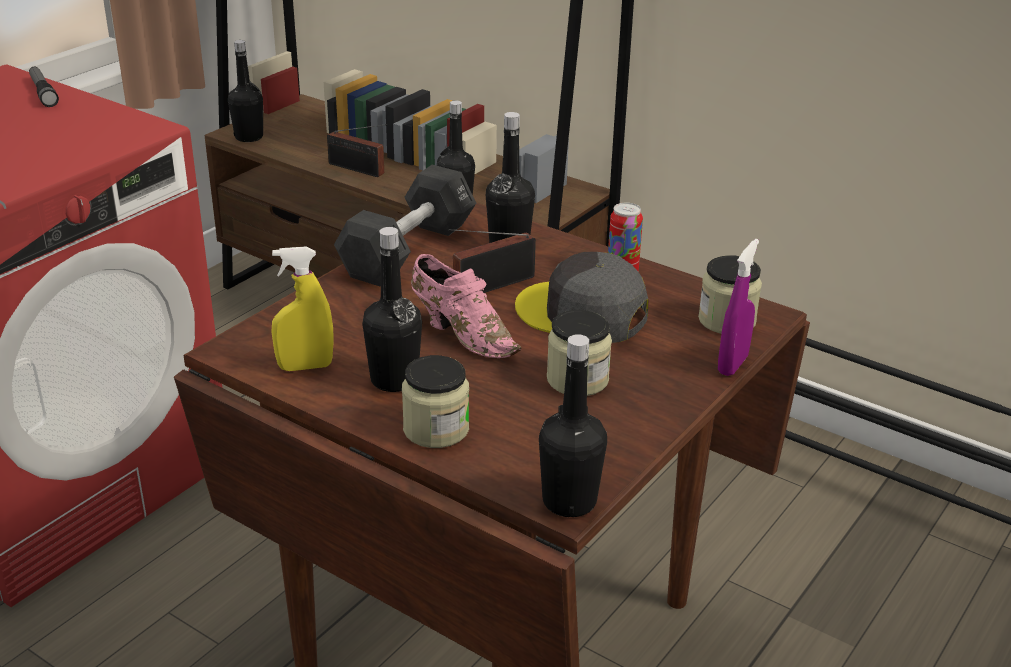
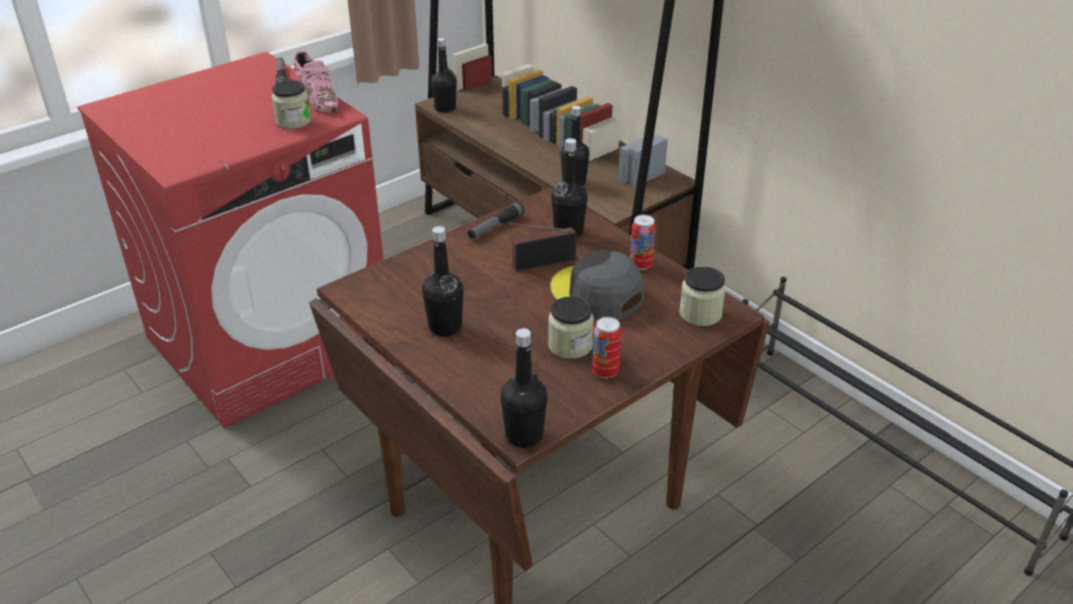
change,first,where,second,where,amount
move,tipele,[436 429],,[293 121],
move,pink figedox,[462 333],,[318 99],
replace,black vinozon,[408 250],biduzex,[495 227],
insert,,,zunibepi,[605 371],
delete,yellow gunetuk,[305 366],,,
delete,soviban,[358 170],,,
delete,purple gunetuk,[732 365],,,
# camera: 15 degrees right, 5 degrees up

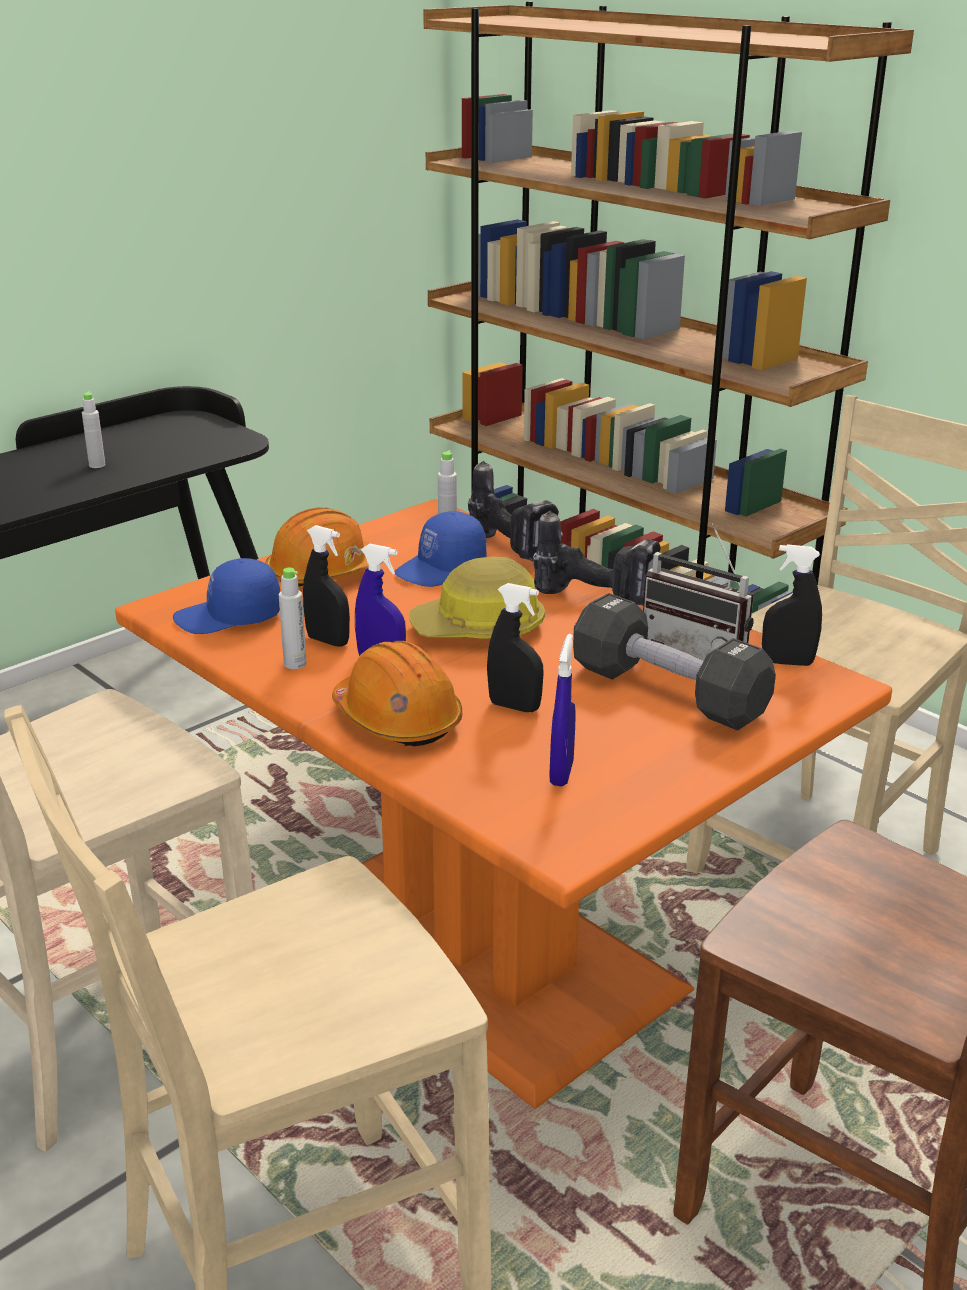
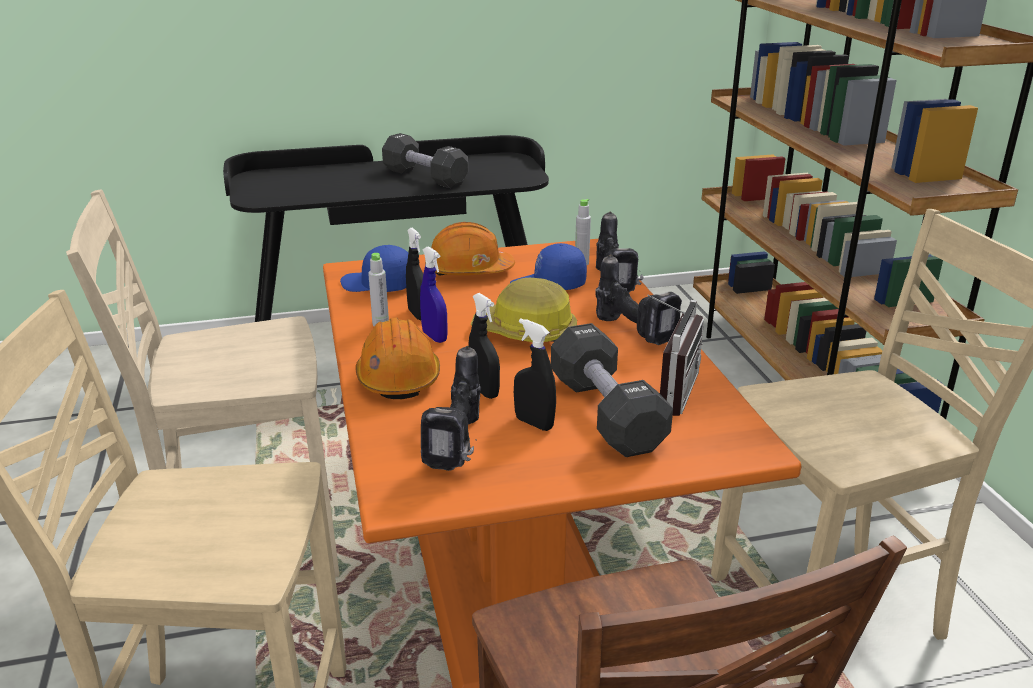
change,first,where,second,where,amount
replace,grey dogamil,[97 465],black vinozon,[425 177],
replace,blue gunetuk,[561 773],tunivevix,[460 447],
move,black gunetuk,[787 662],,[534 423],
rotate,soviban,[700 652],,[667 391],135 degrees counterclockwise
# camera: 30 degrees right, 0 degrees up

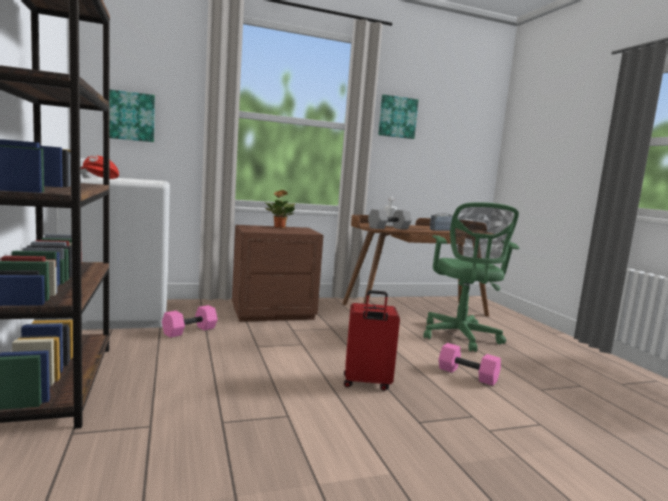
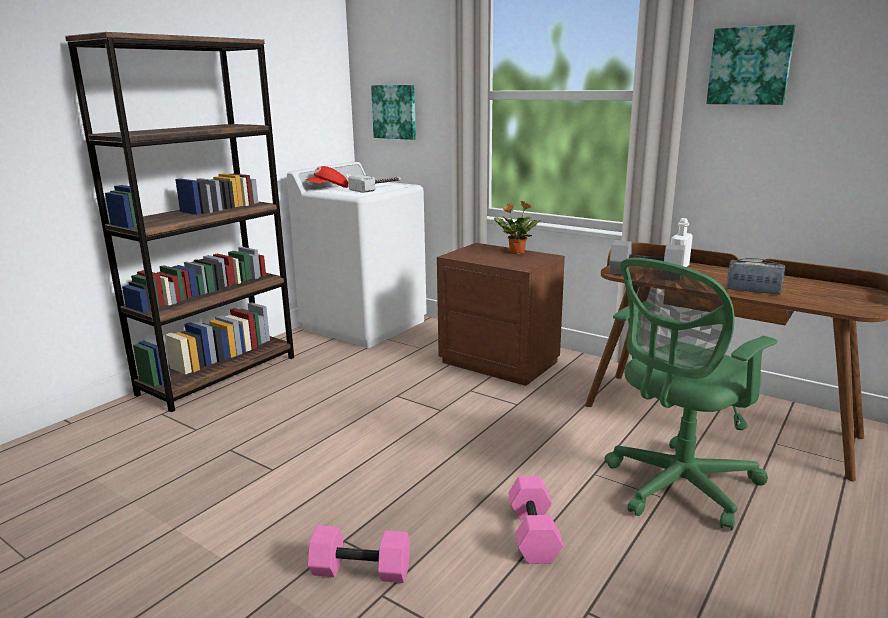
change,first,where,second,where,amount
move,pink vinozon,[189 330],,[362 570],
insert,,,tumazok,[377 188],
delete,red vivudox,[366 383],,,
# camera: 55 degrees right, 10 degrees up

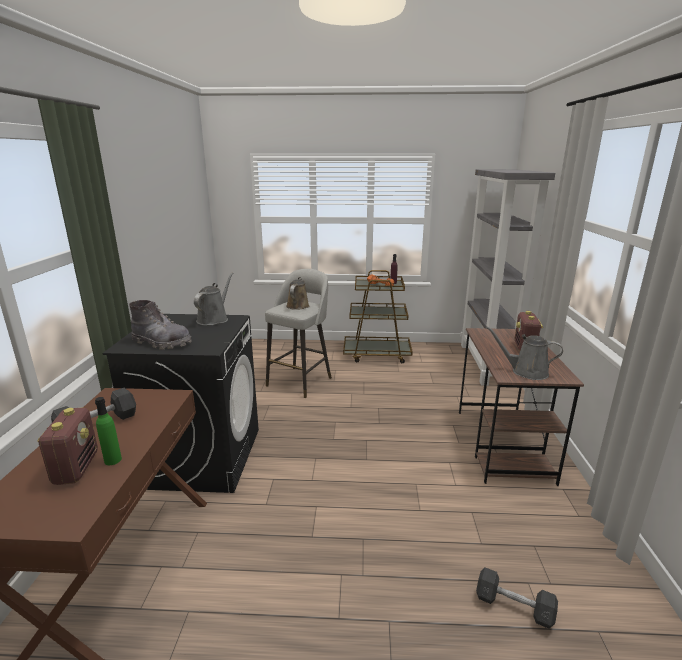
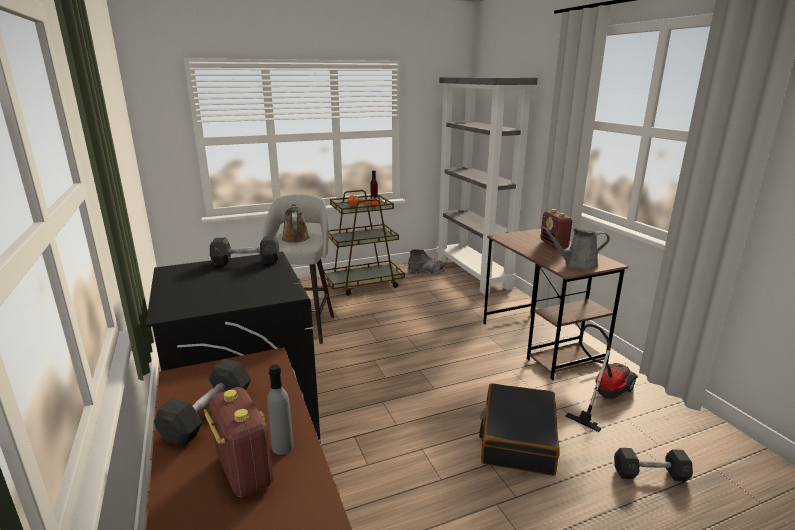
change,first,where,second,where,amount
replace,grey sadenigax,[214 319],grey vinozon,[246 262],
recolor,green dogamil,[113 460],grey dogamil,[282 447],
move,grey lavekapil,[162 342],,[426 272],
insert,,,black vivudox,[517 439],
insert,,,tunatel,[602 395],
# camera: 25 degrees left, 0 degrees up

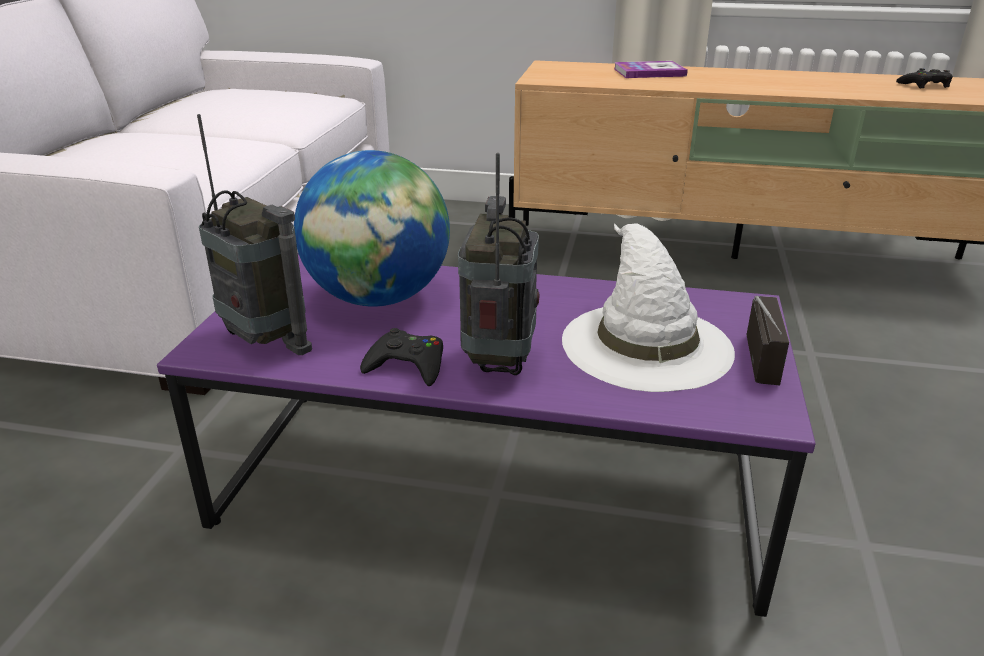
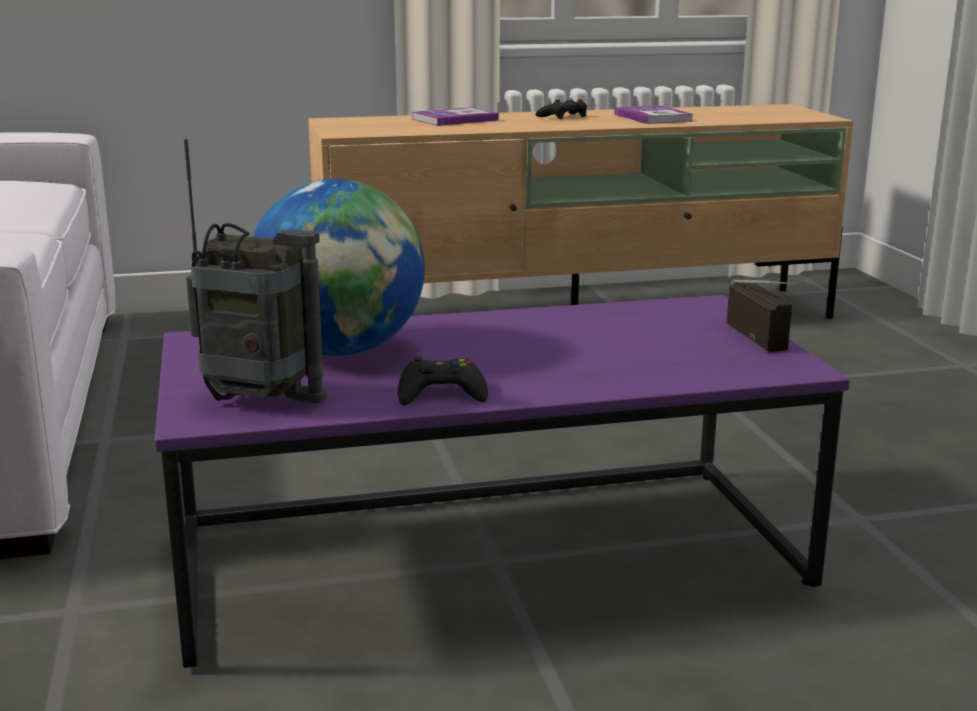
change,first,where,second,where,amount
move,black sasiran,[925 85],,[563 116],
insert,,,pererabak,[653 118],
delete,soviban,[499 361],,,
delete,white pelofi,[644 343],,,
# camera: 25 degrees left, 10 degrees down

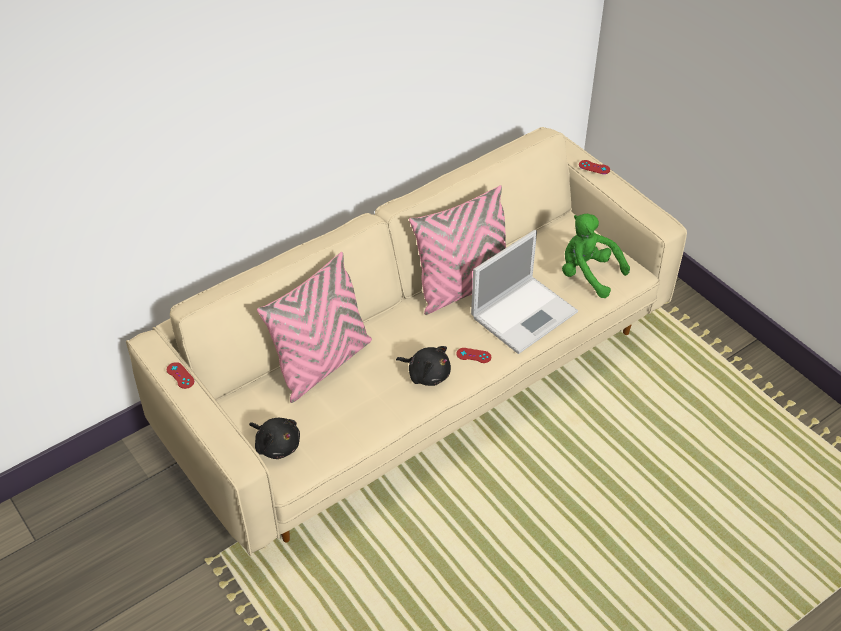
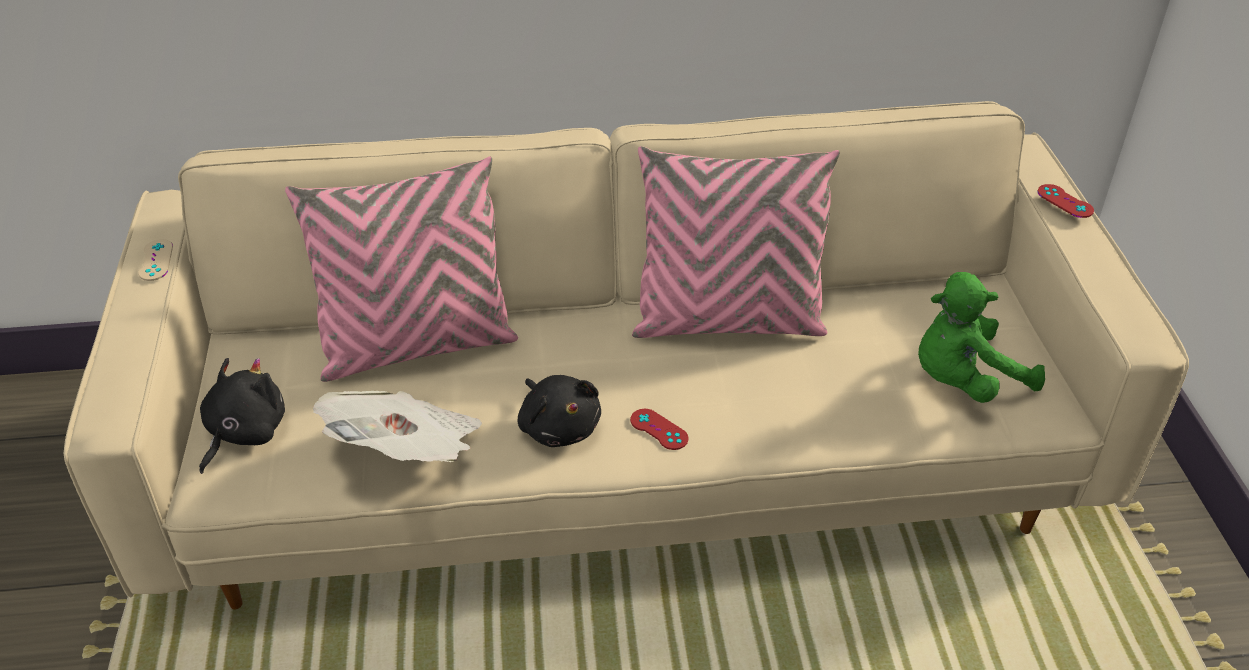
change,first,where,second,where,amount
recolor,red sasiran,[180 375],beige sasiran,[156 260],
rotate,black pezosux,[276 445],,[243 433],135 degrees counterclockwise
insert,,,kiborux,[408 452],
rotate,green pezosux,[588 274],,[963 380],90 degrees counterclockwise
delete,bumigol,[525 313],,,
# camera: 30 degrees right, 5 degrees down

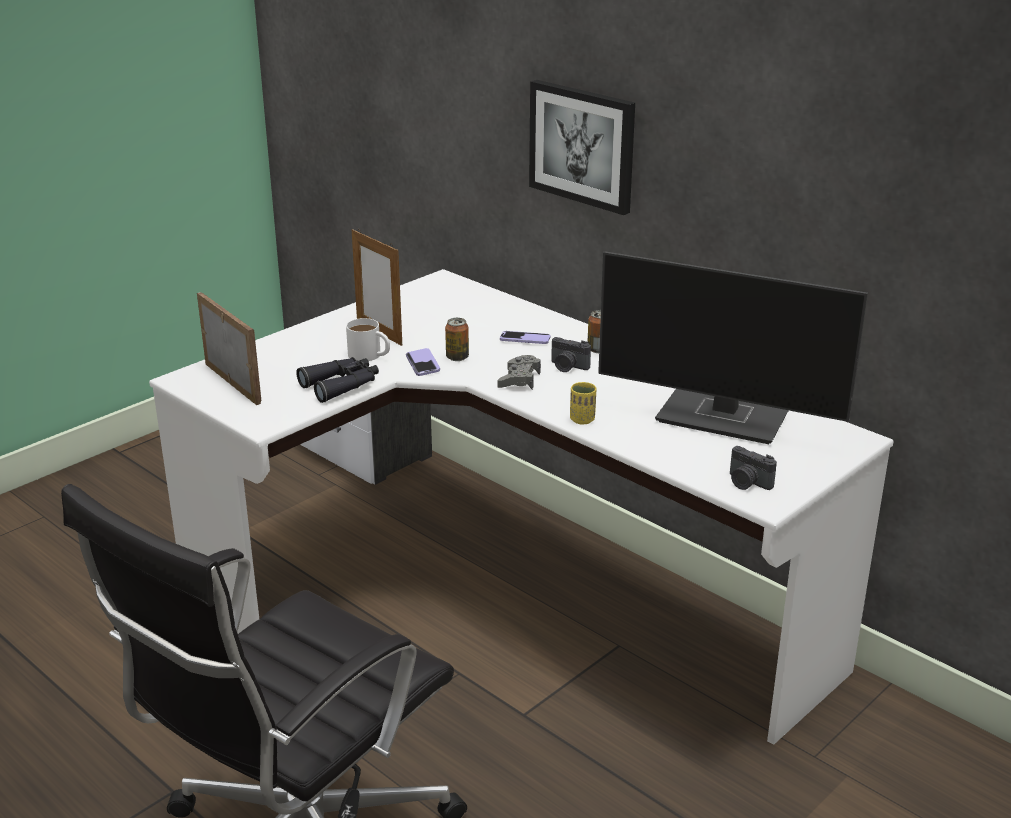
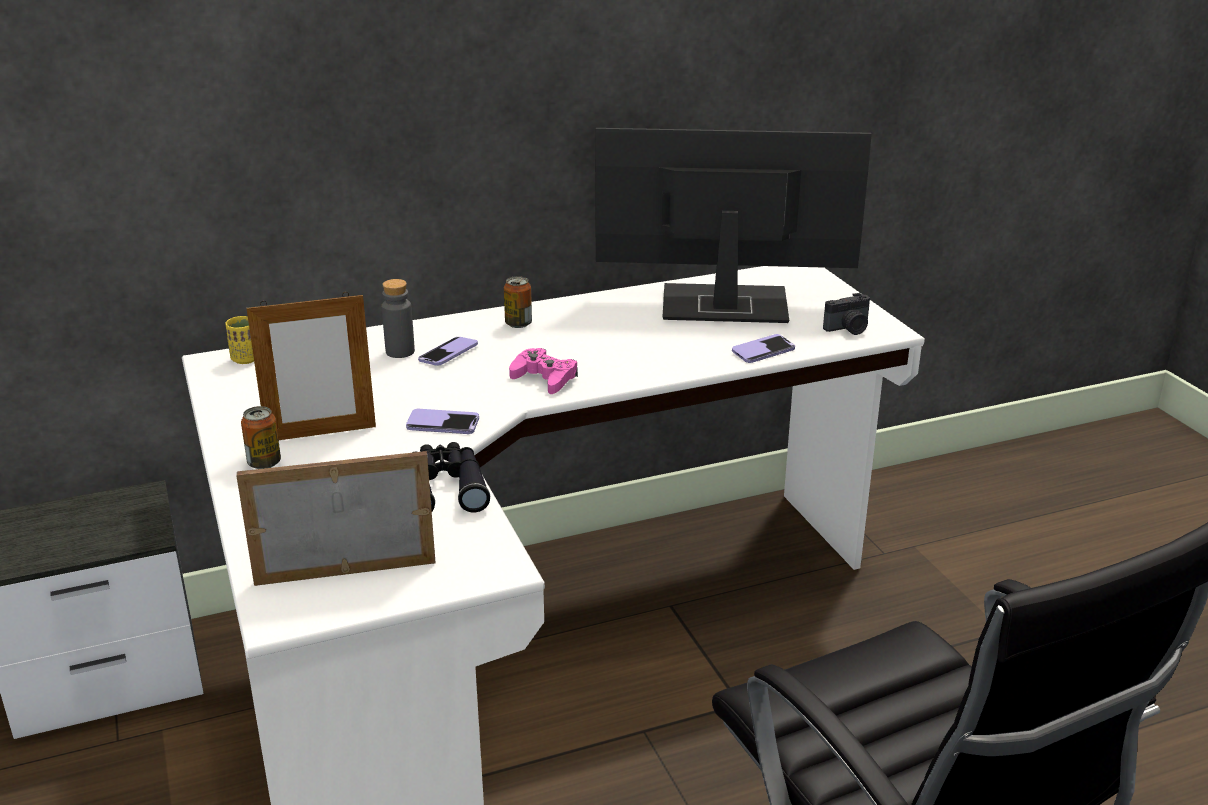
change,first,where,second,where,amount
move,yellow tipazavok,[582 420],,[245 359],
move,zunibepi,[457 357],,[264 463],
insert,,,grey dogamil,[400 352],
recolor,grey sasiran,[519 379],pink sasiran,[544 378],
rotate,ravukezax,[725 418],,[721 306],135 degrees counterclockwise
insert,,,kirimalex,[763 350],
delete,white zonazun,[370 355],,,
delete,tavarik,[583 145],,,
delete,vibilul,[568 367],,,
# camera: 65 degrees left, 0 degrees up

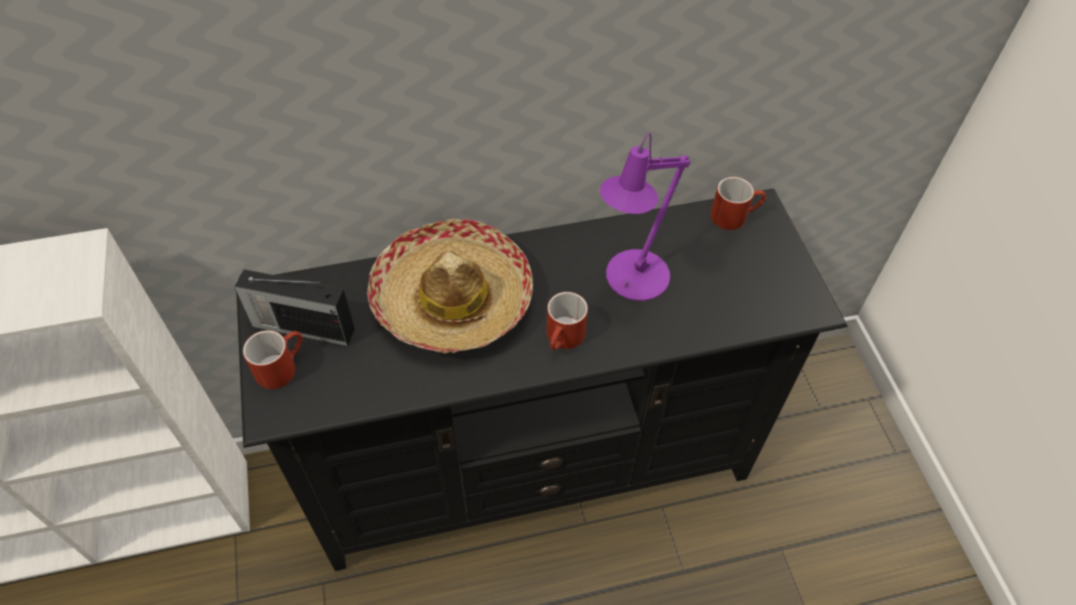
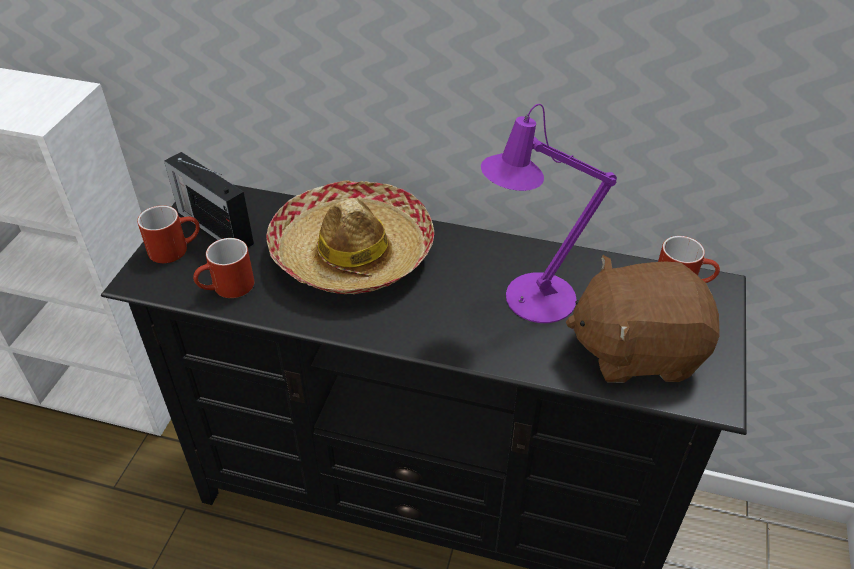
change,first,where,second,where,amount
move,red zonazun,[564 339],,[227 289],
insert,,,brown pezosux,[636 349],
# camera: 30 degrees right, 10 degrees down

